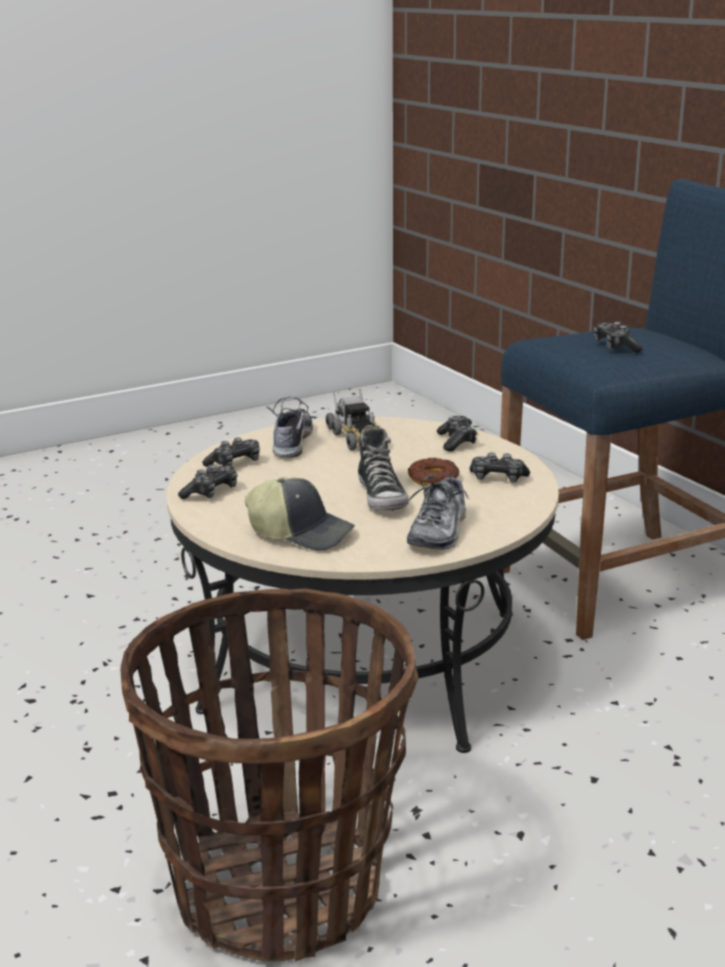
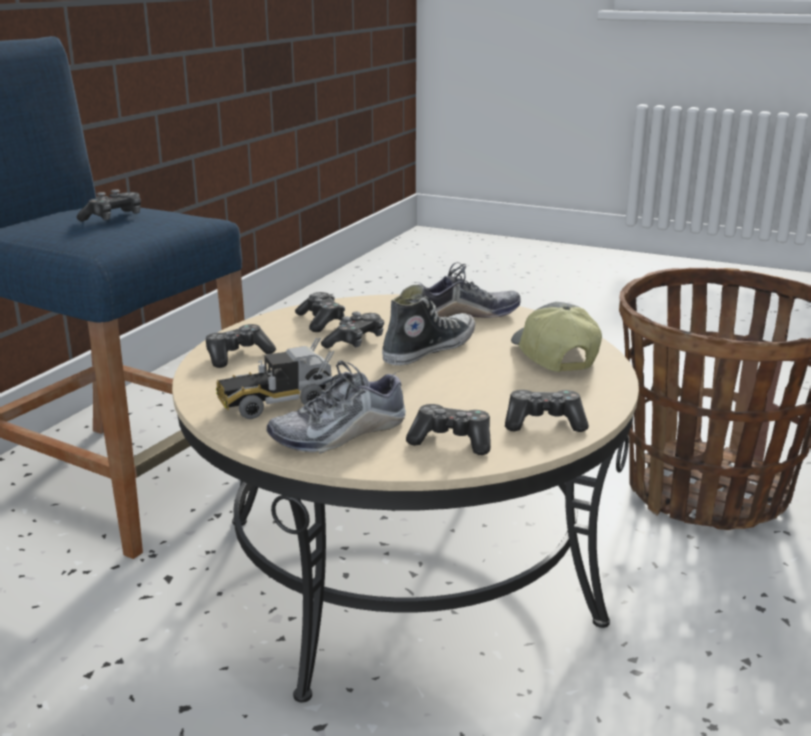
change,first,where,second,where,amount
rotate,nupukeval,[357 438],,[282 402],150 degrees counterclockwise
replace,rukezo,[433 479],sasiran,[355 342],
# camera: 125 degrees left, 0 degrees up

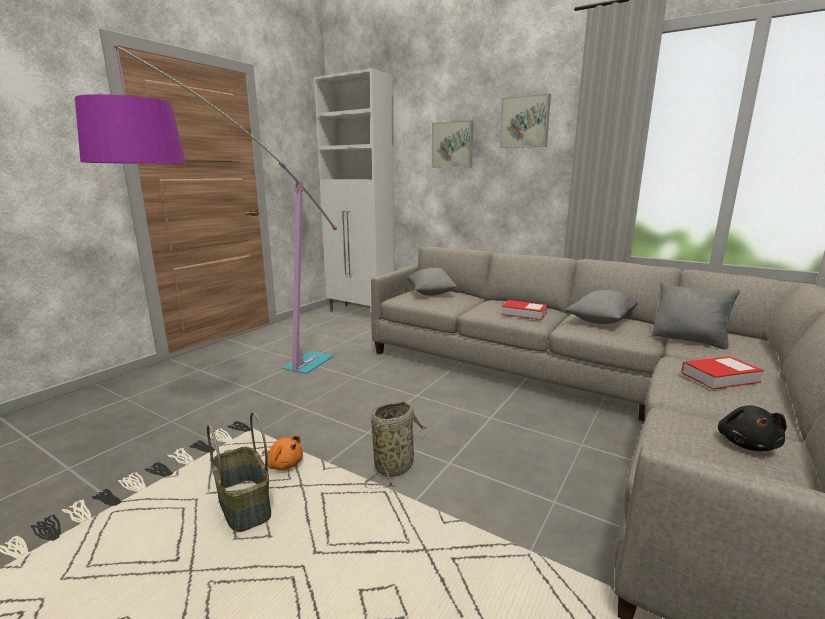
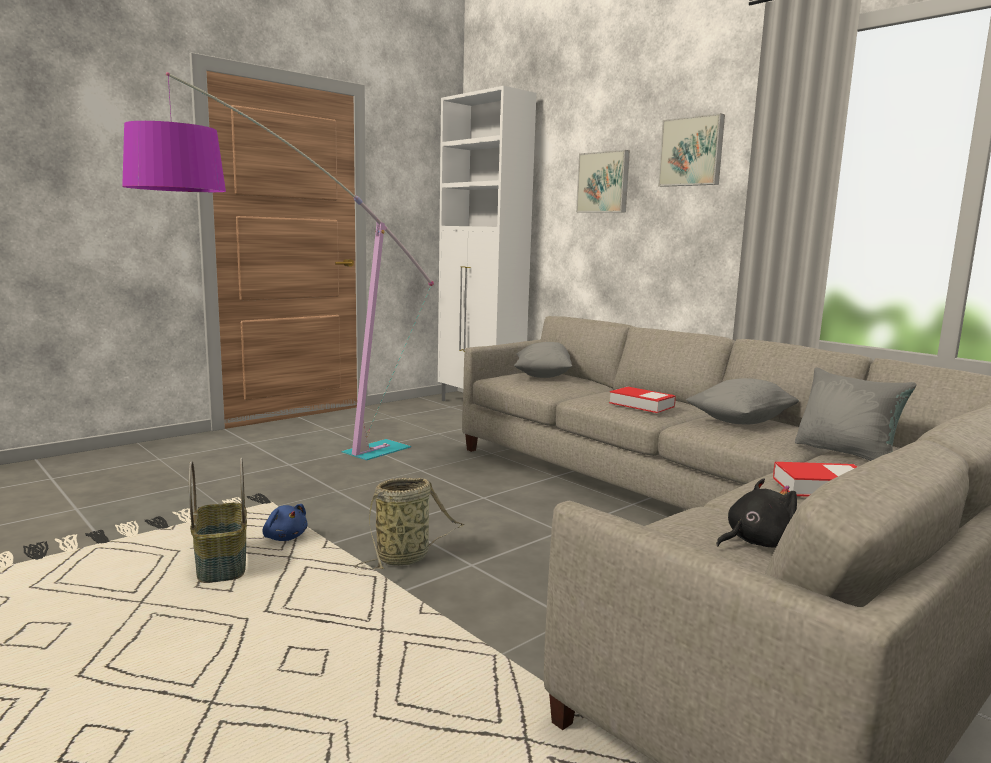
change,first,where,second,where,amount
recolor,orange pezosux,[284 464],blue pezosux,[284 537],
rotate,black pezosux,[747 444],,[755 542],150 degrees counterclockwise
# camera: 15 degrees right, 5 degrees down

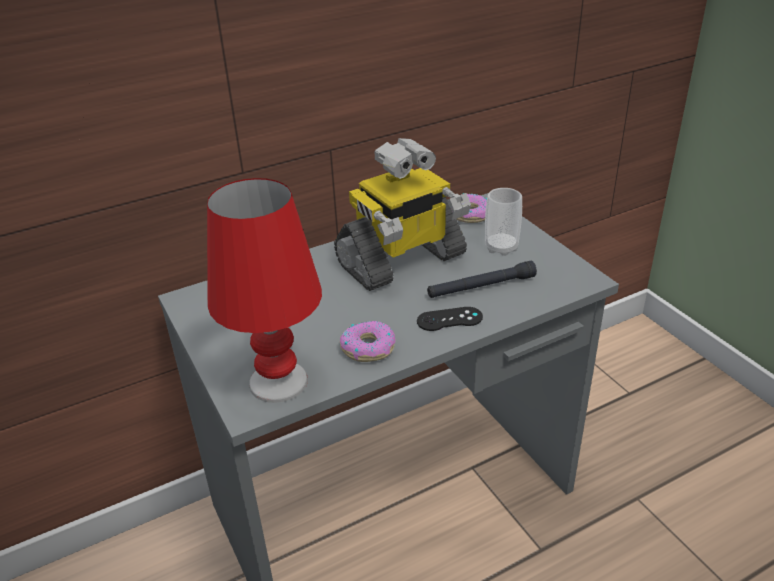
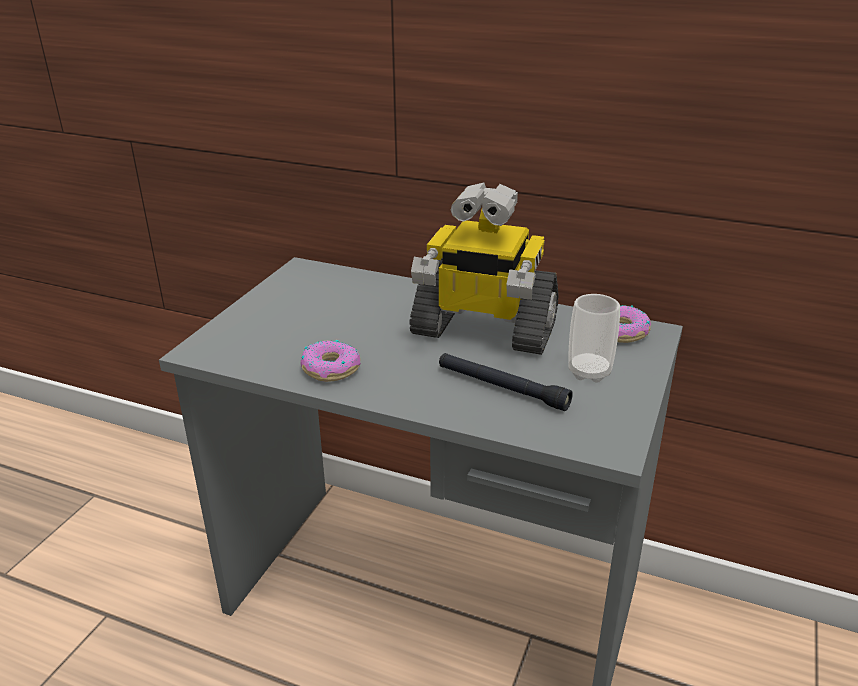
change,first,where,second,where,amount
delete,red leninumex,[278 382],,,
delete,black sasiran,[449 319],,,
# camera: 50 degrees right, 5 degrees down

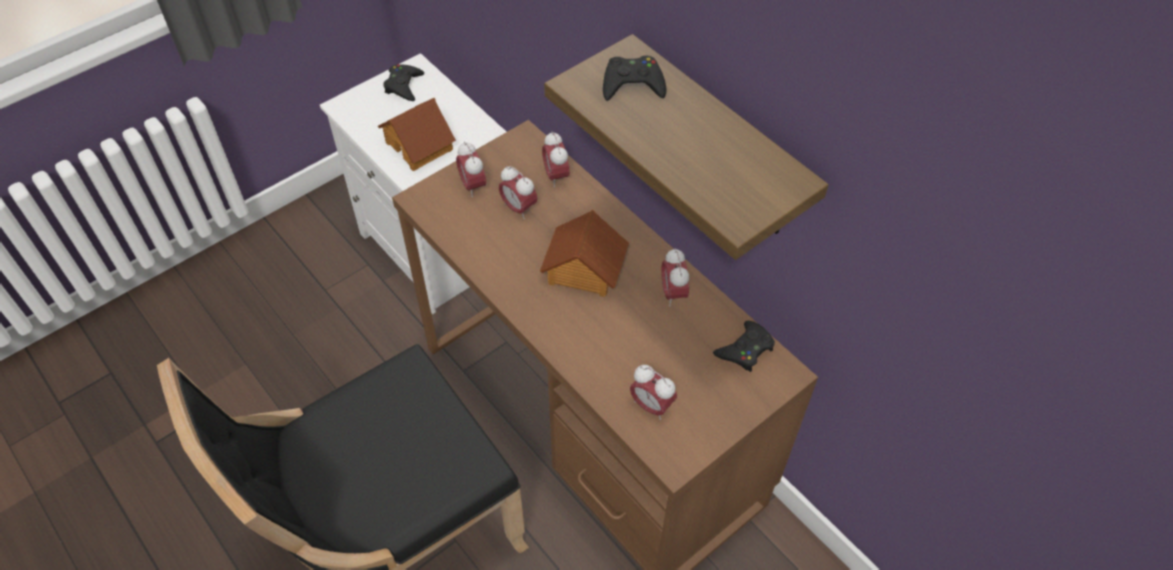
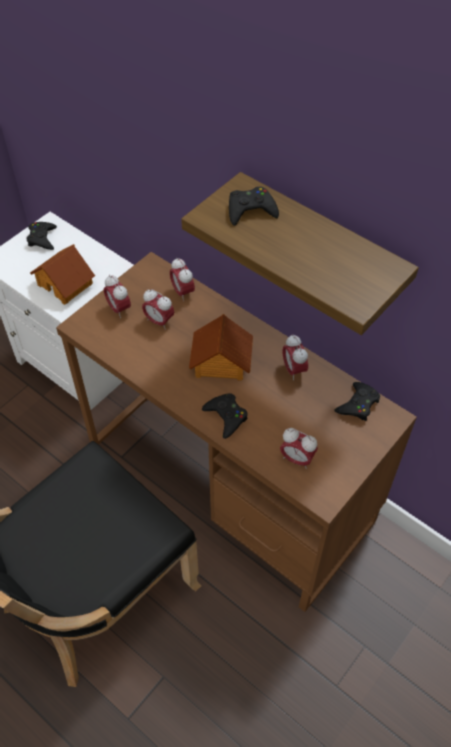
change,first,where,second,where,amount
insert,,,black sasiran,[226 417],
# camera: 10 degrees left, 0 degrees up

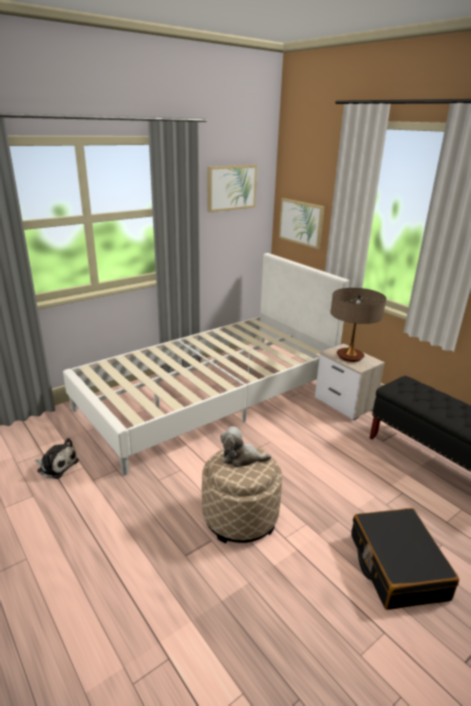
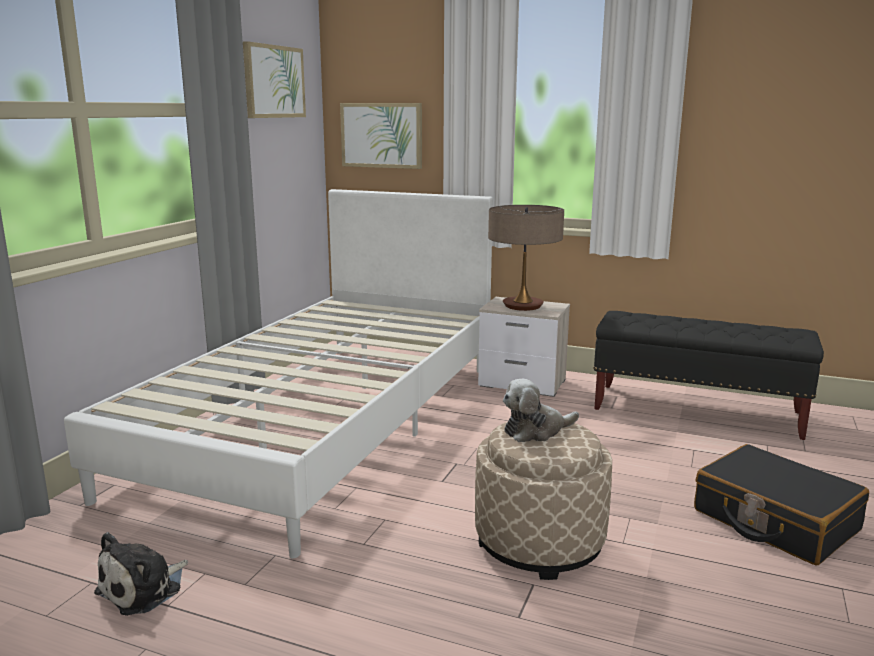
change,first,where,second,where,amount
rotate,pezosux,[56 465],,[144 589],135 degrees clockwise
# camera: 30 degrees left, 10 degrees down

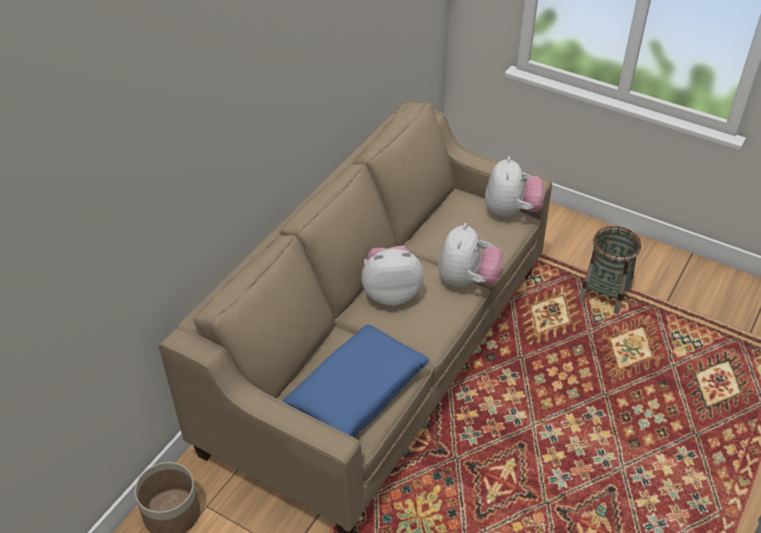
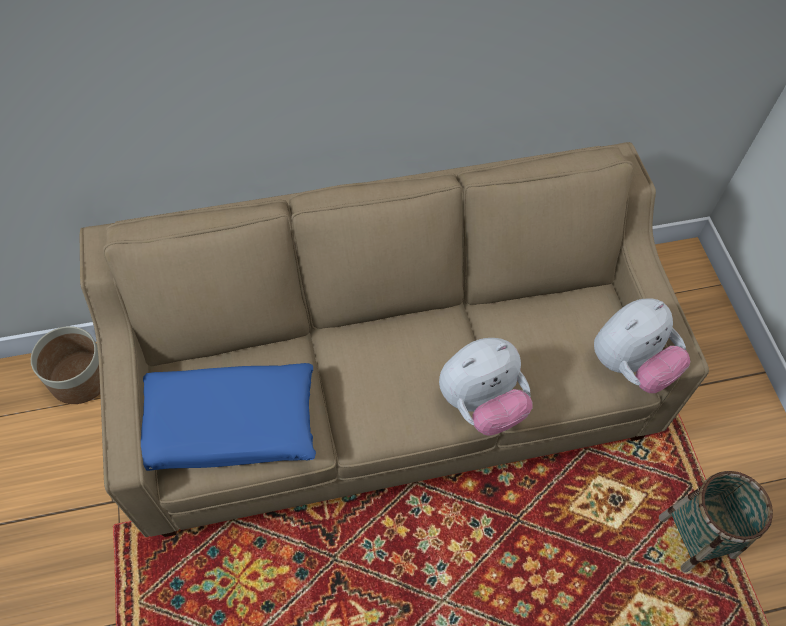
change,first,where,second,where,amount
delete,pezosux,[391 293],,,
# camera: 45 degrees right, 15 degrees up

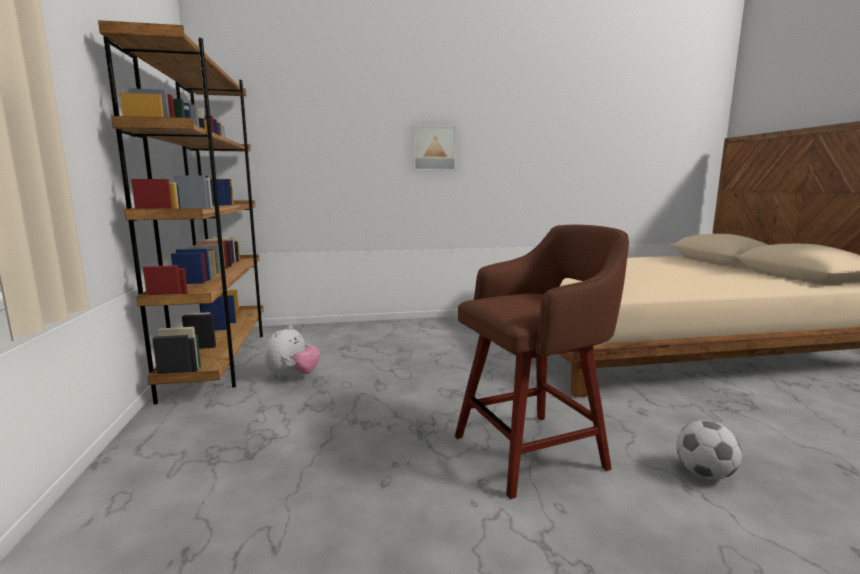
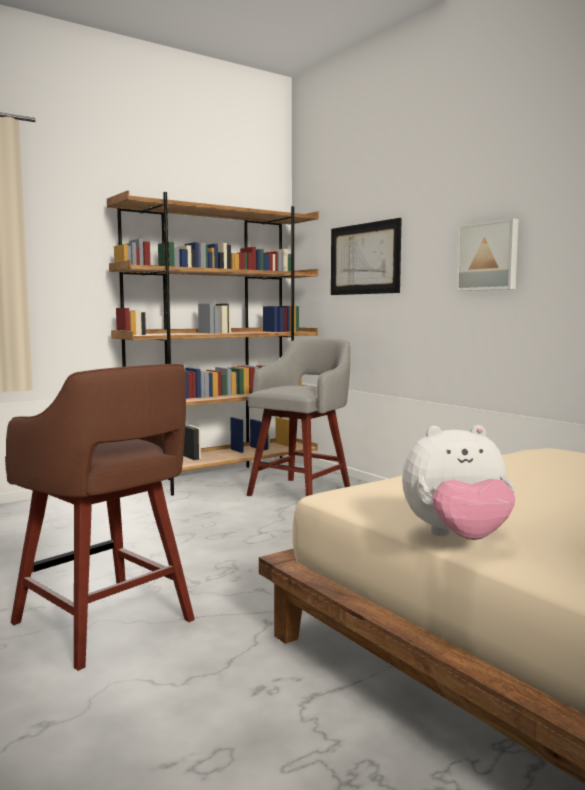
change,first,where,second,where,amount
insert,,,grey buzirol,[302 492],
insert,,,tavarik,[364 259],
move,pezosux,[293 376],,[457 538],
delete,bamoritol,[704 474],,,
# camera: 65 degrees right, 5 degrees down

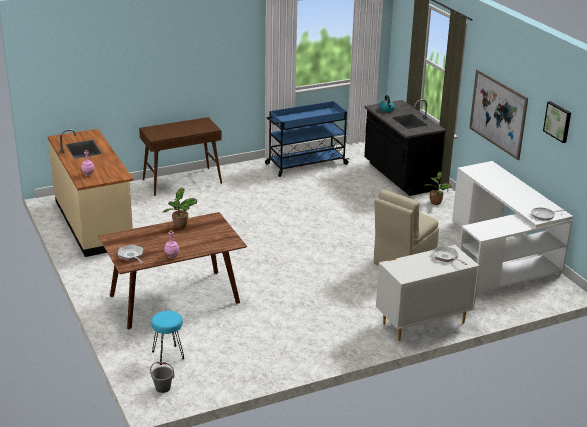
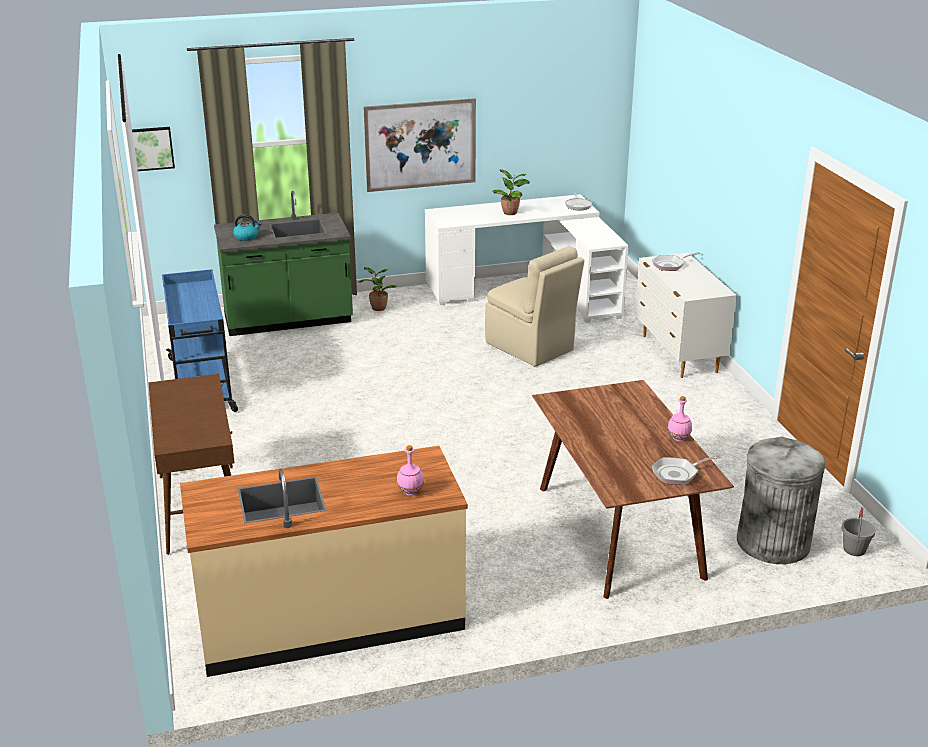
change,first,where,second,where,amount
move,tavarik,[558 121],,[151 148],
recolor,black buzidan,[399 176],green buzidan,[288 321],
move,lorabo,[180 226],,[511 212],
replace,turquoise buzirol,[168 355],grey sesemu,[772 542],
# camera: 80 degrees left, 0 degrees up

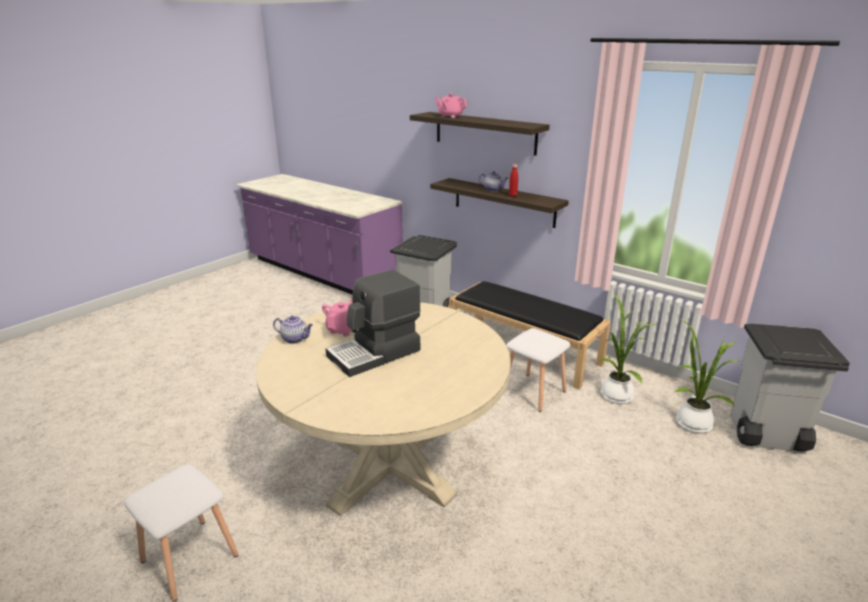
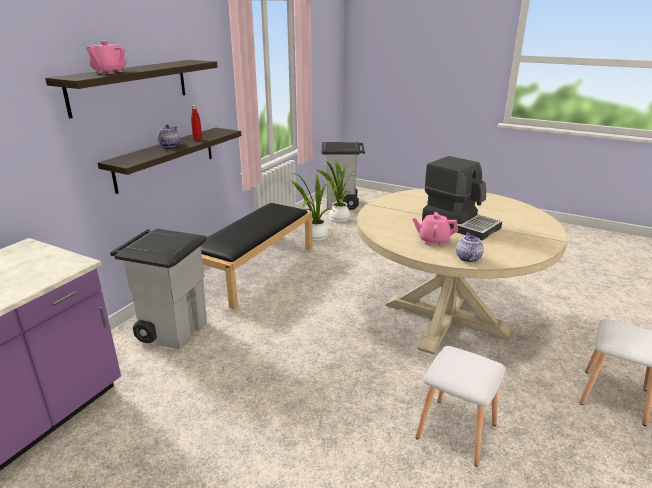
change,first,where,second,where,amount
move,white buzirol,[533 391],,[454 430],
# camera: 100 degrees left, 0 degrees up

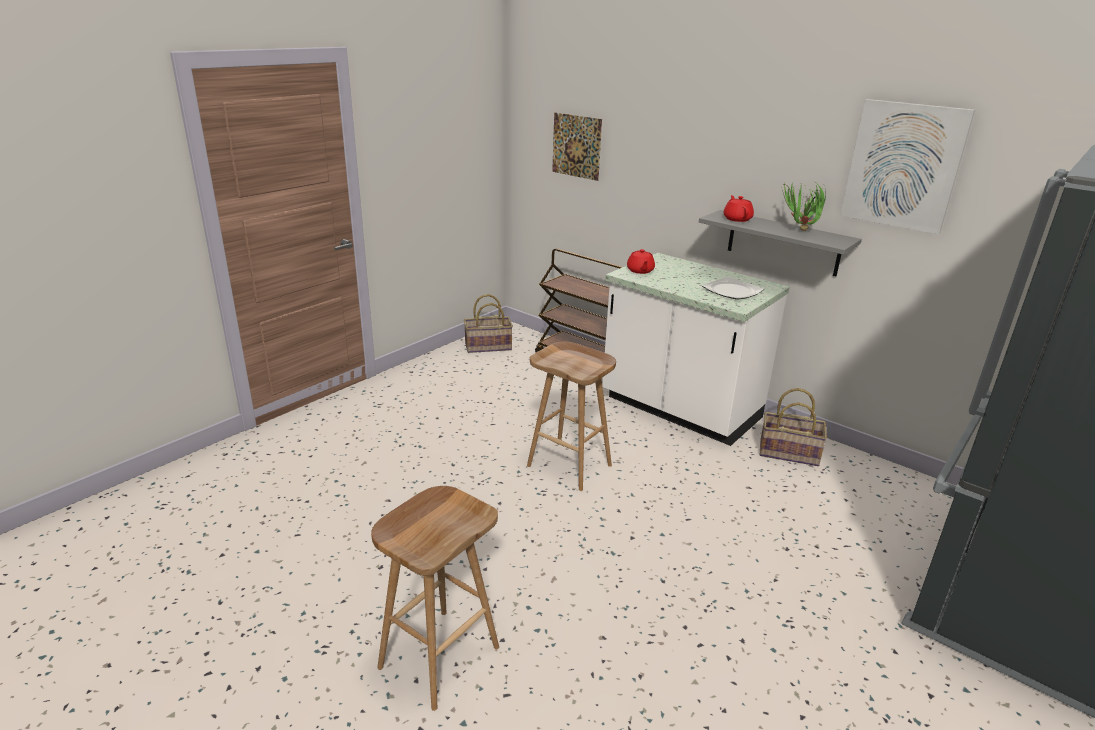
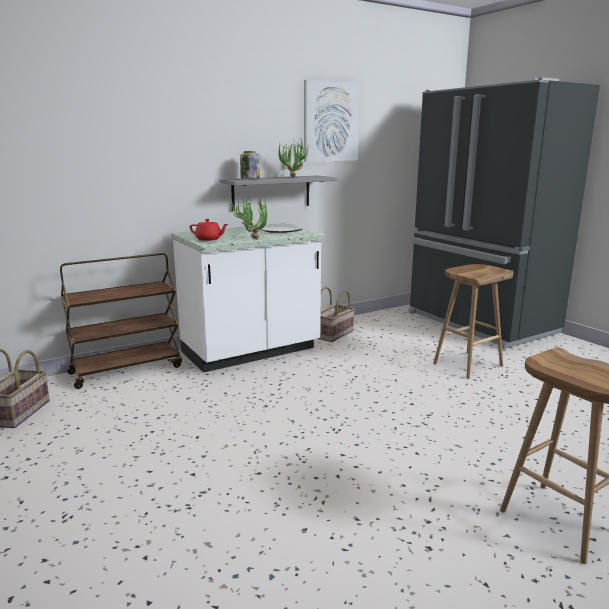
change,first,where,second,where,amount
insert,,,lorabo,[252 238],
replace,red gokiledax,[737 219],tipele,[249 179],
move,brown buzirol,[570 465],,[468 364],
delete,tavarik,[576 146],,,
# camera: 70 degrees left, 10 degrees down

